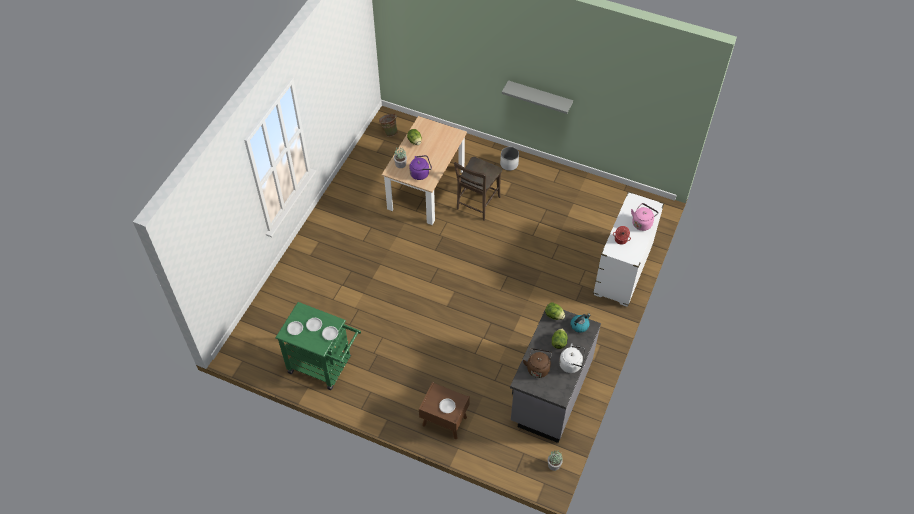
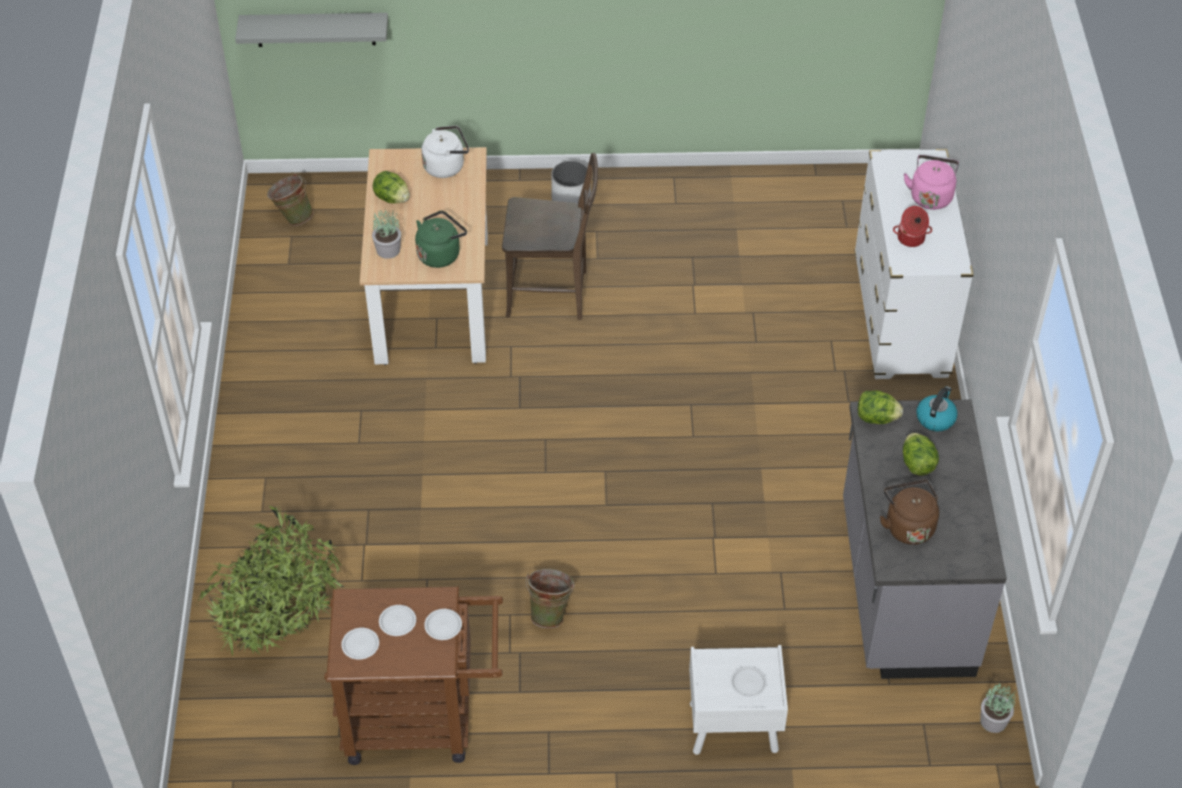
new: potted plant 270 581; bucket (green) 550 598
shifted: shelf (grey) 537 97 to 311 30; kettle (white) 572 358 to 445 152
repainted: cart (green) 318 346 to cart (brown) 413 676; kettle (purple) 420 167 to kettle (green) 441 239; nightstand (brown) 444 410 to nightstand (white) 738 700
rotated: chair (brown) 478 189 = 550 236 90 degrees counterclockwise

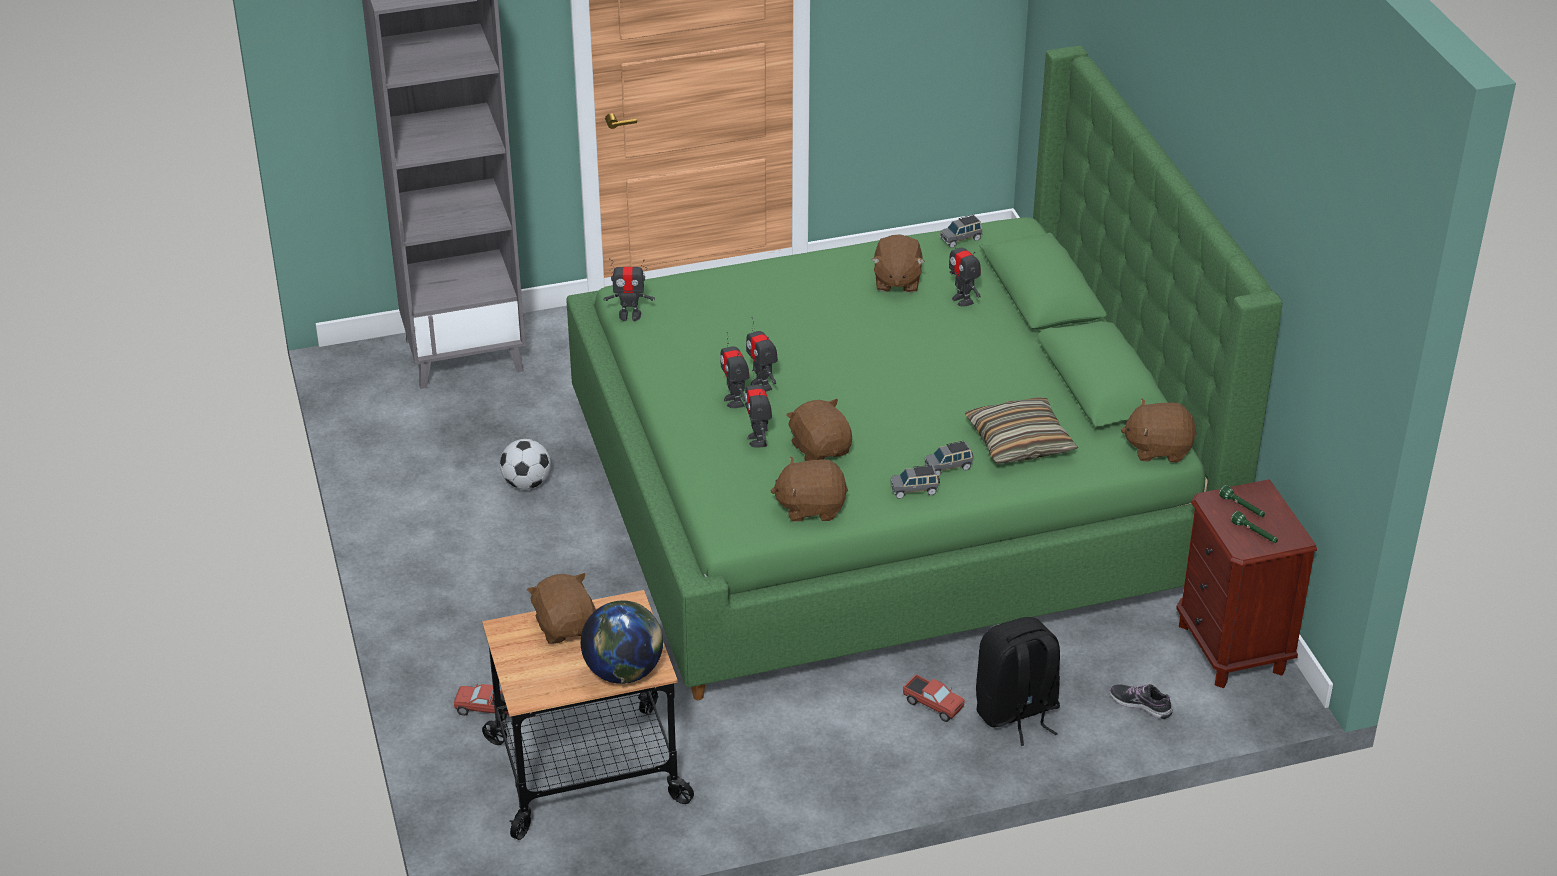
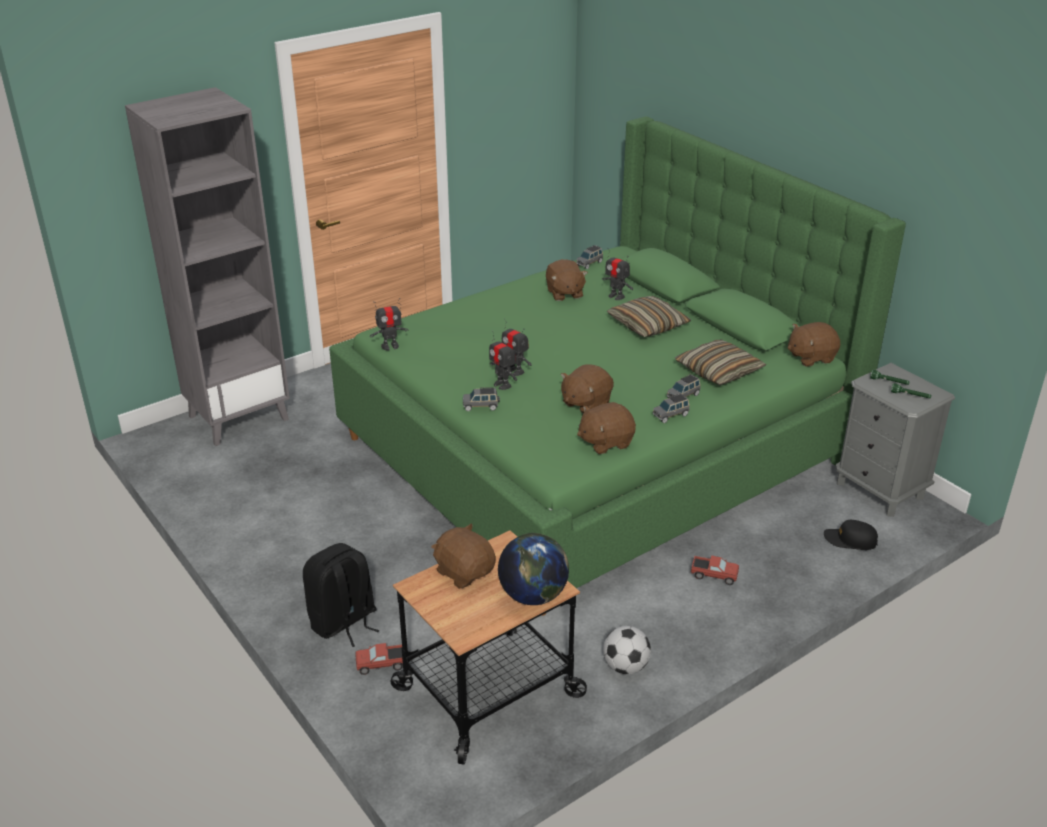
gone: toy robot 758 408
new: toy car (grey) 481 399; pillow 649 316
shifted: football 525 464 to 627 650; backpack (black) 1018 681 to 341 595
swapped: shoe 1141 701 to cap (black) 851 535
repainted: nightstand (brown) 1246 583 to nightstand (grey) 895 440
rotated: plush toy (brown) 819 430 = 587 389 90 degrees counterclockwise

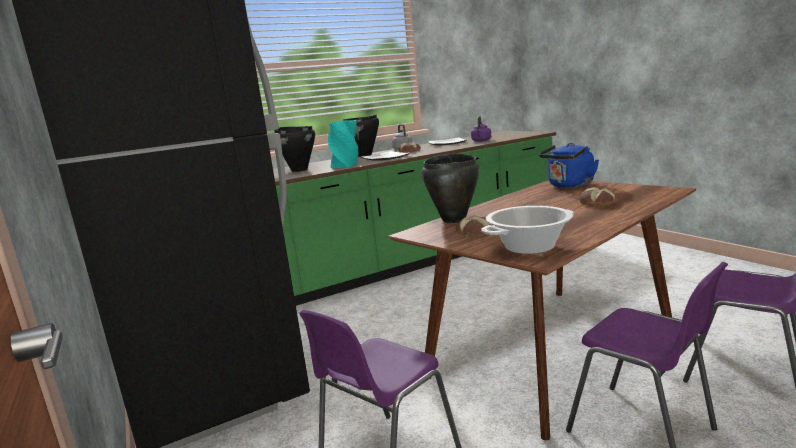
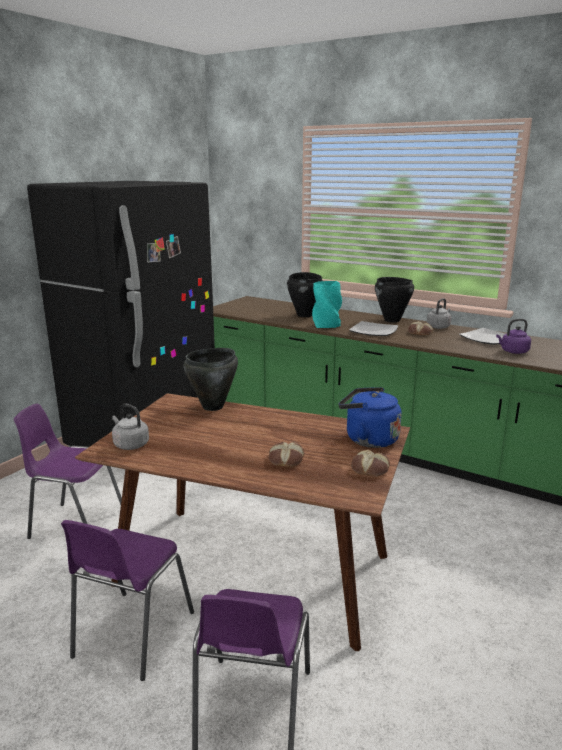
shifted: bread 474 227 to 370 463
swapped: cooking pot 527 230 to kettle (grey) 130 426

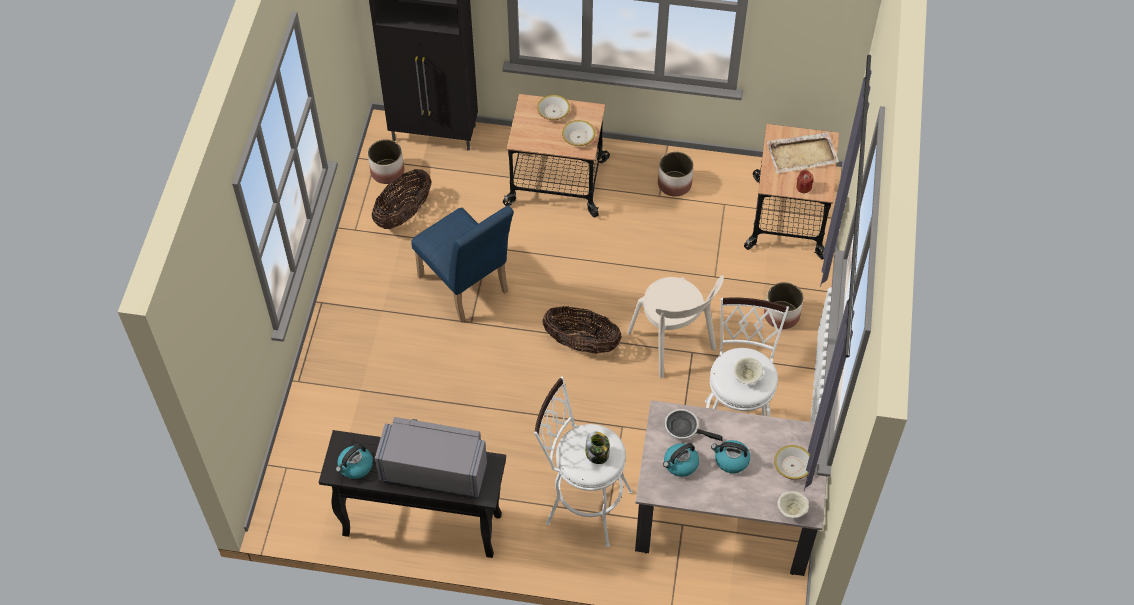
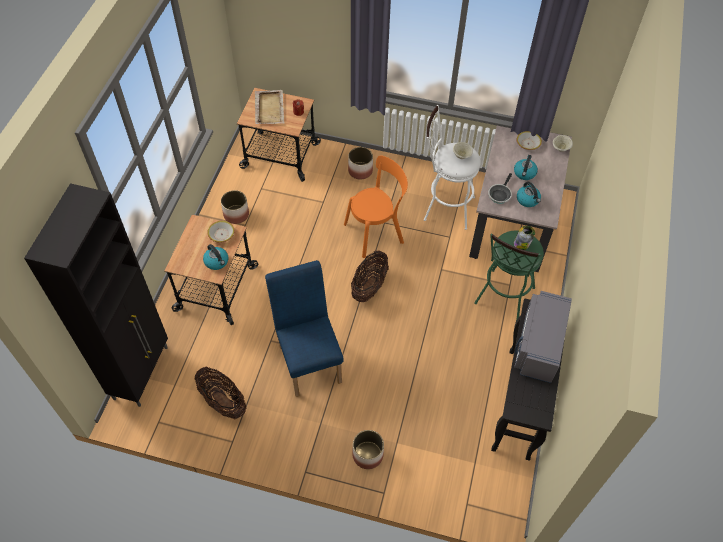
gone: bowl 553 107
shifted: kettle 354 461 to 215 257; planter 386 161 to 368 449
repainted: stool (white) 583 461 to stool (green) 509 275; chair (beige) 675 326 to chair (orange) 376 206
rotated: chair (blue) 462 264 = 304 328 75 degrees counterclockwise

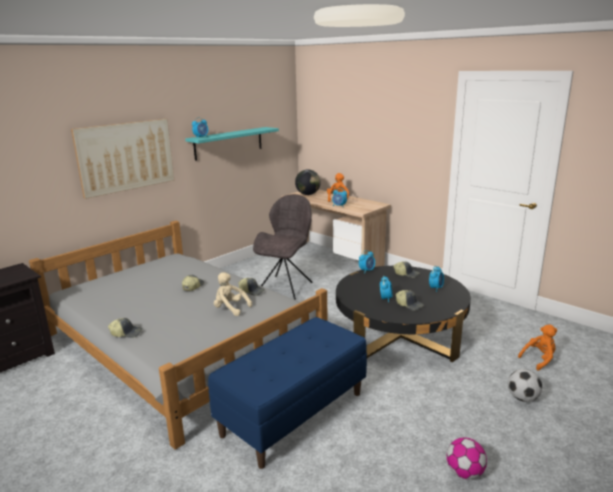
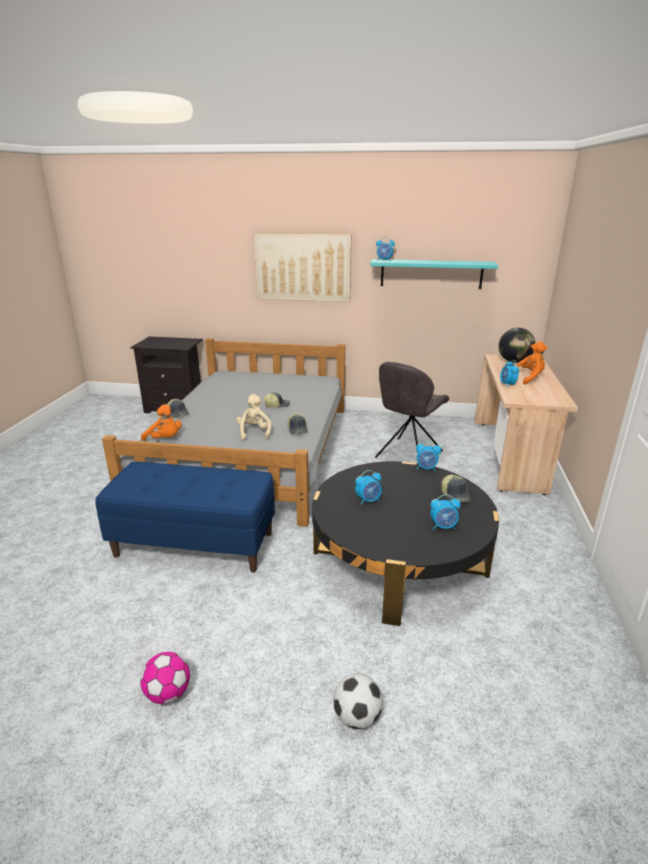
gone: cap 410 300
shifted: plush toy (orange) 537 347 to 161 422
rotated: chair (grey) 282 247 = 412 410 135 degrees clockwise

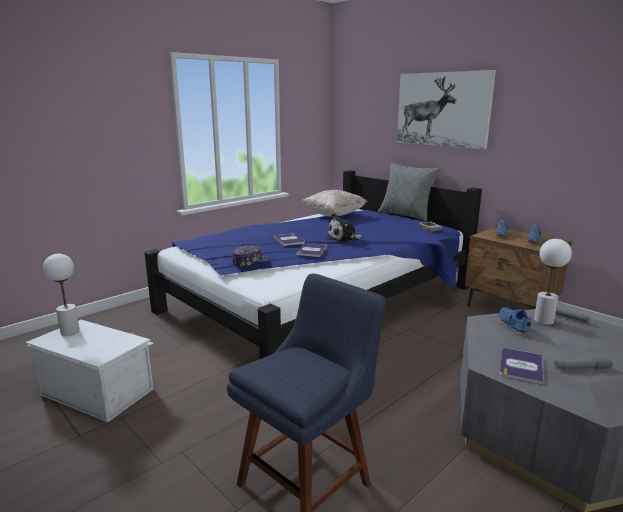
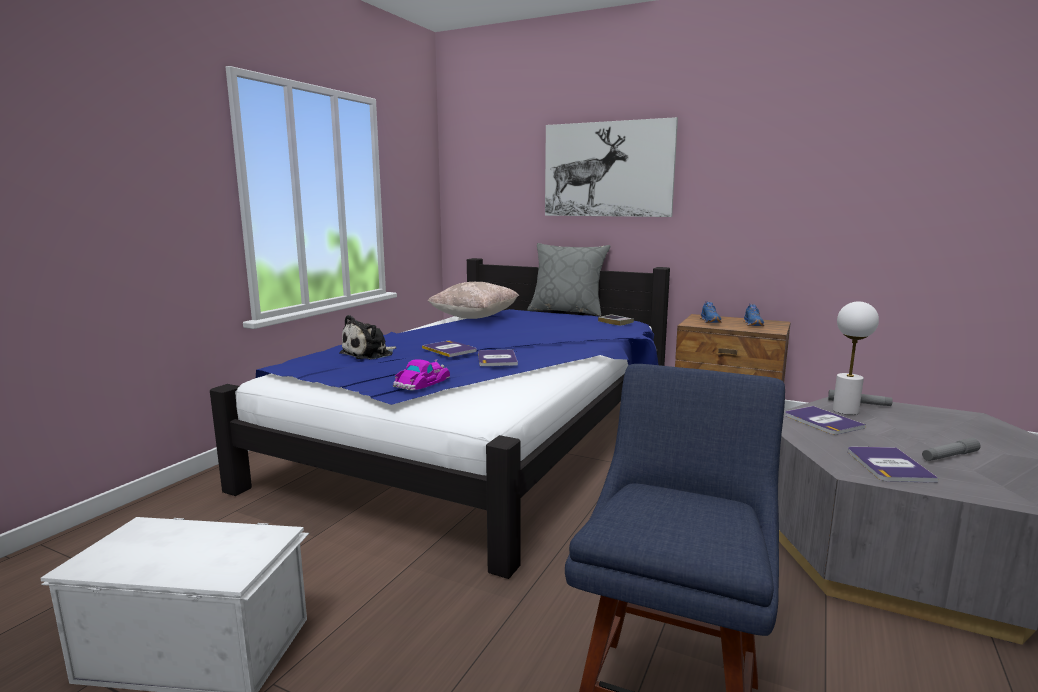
gone: table lamp (white) 61 295
shifted: plush toy 345 228 to 367 337
swapped: cap 250 256 to toy car 421 375; shoe (blue) 515 321 to book 825 420

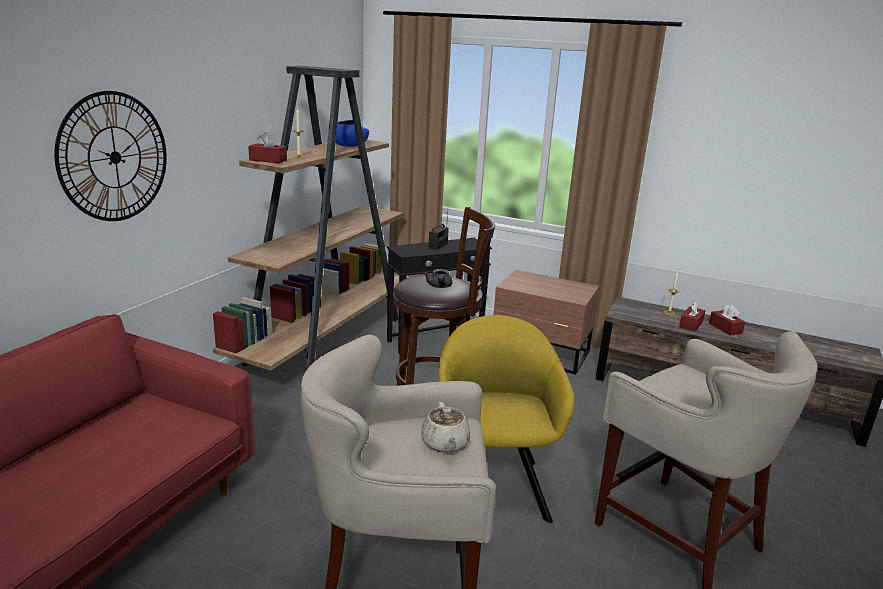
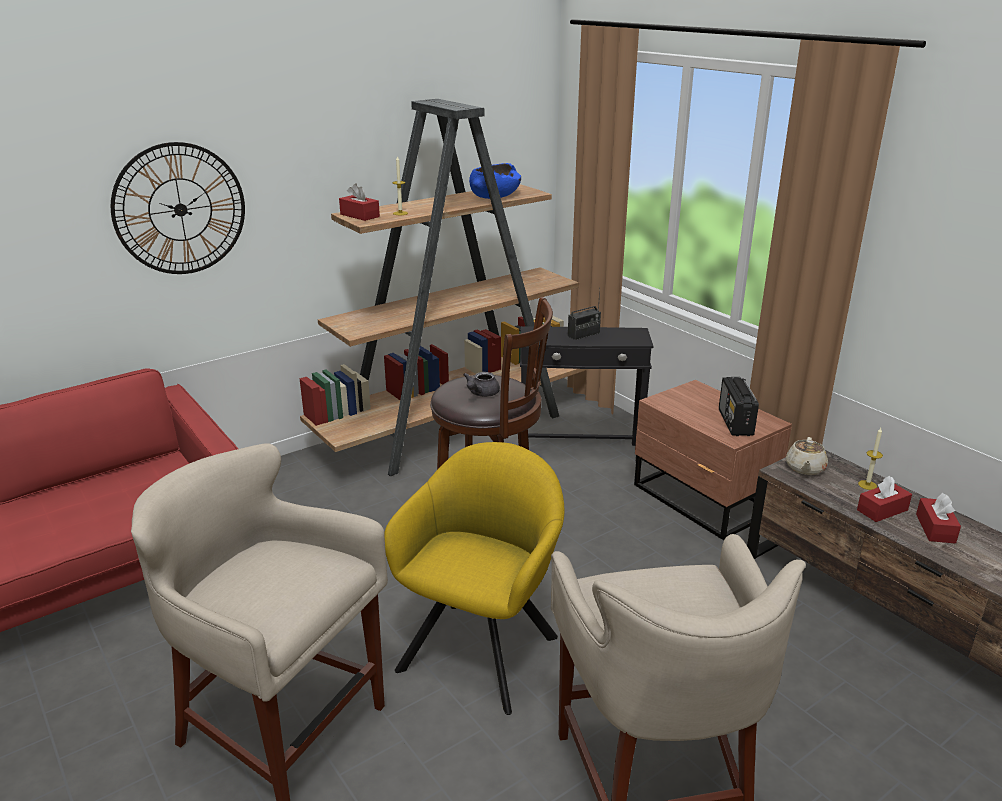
new: radio 739 406
shifted: teapot (beige) 445 427 to 807 456

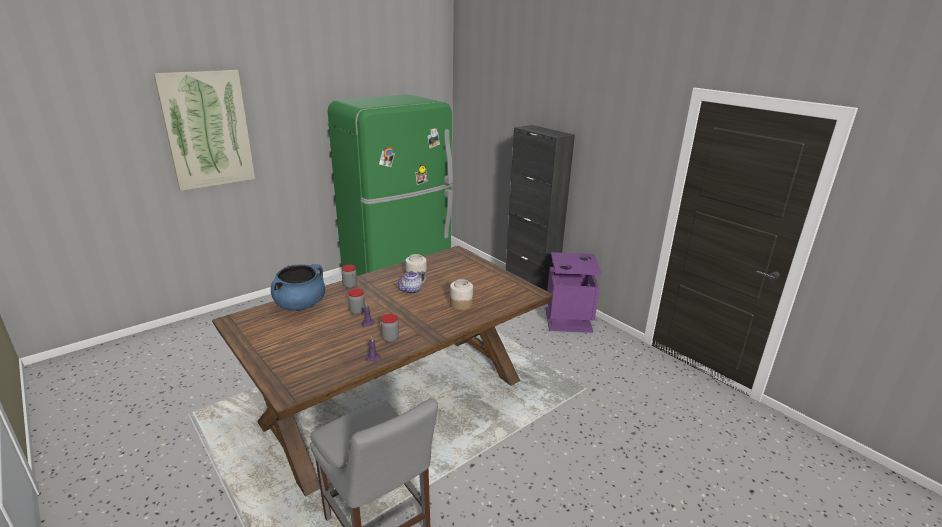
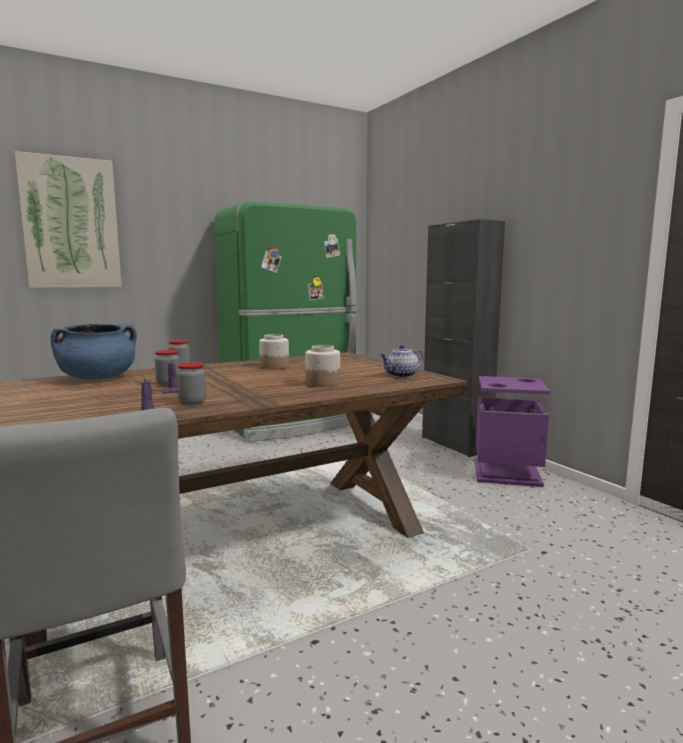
shifted: teapot 411 282 to 401 361

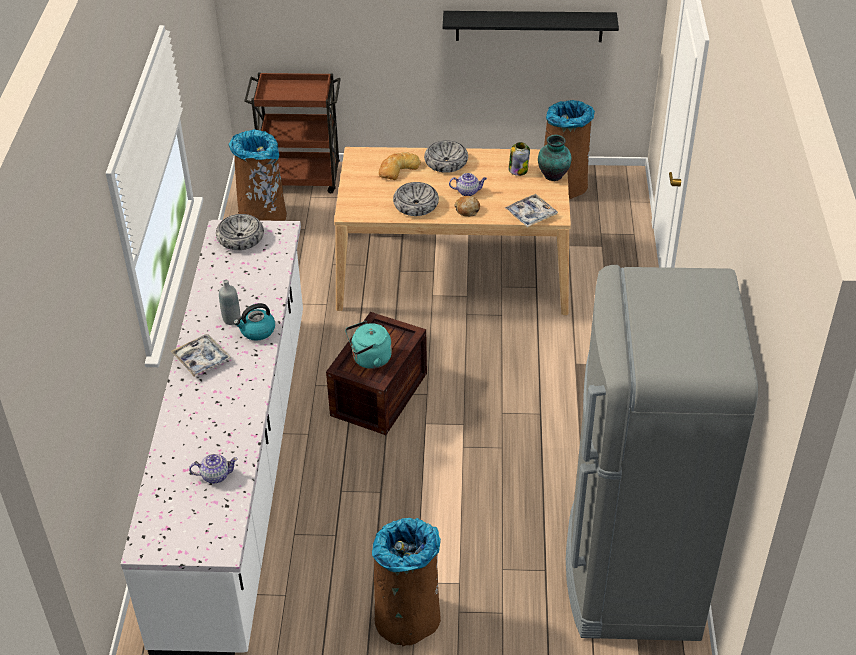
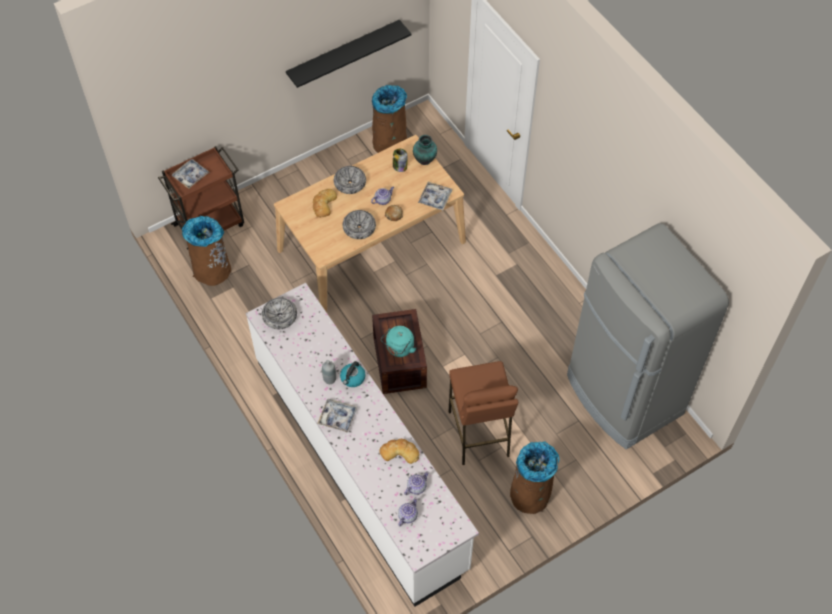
new: tray 190 174; bread 399 451; teapot 408 511; stool (brown) 483 413

